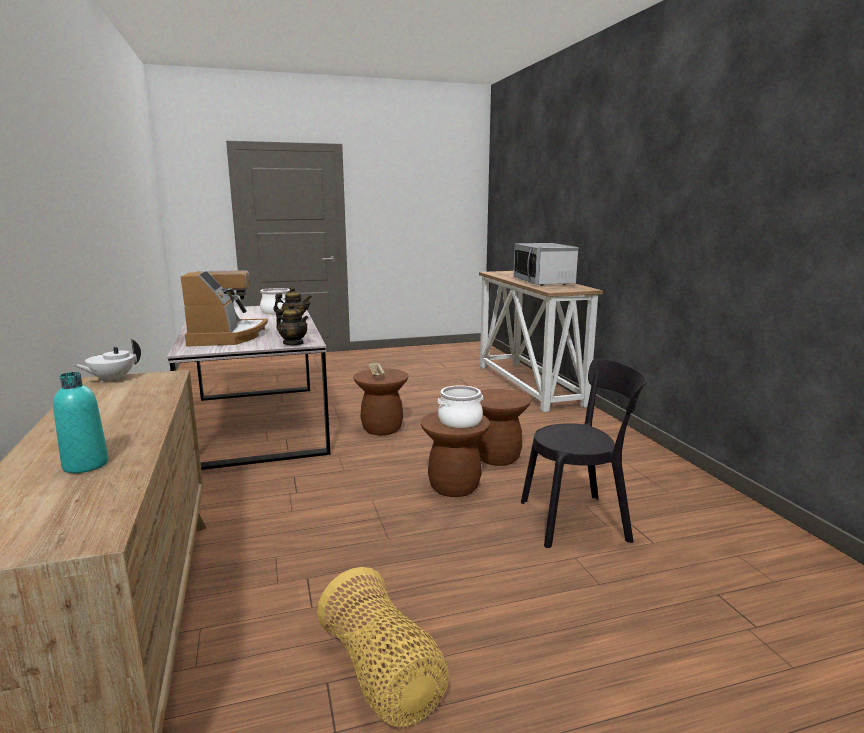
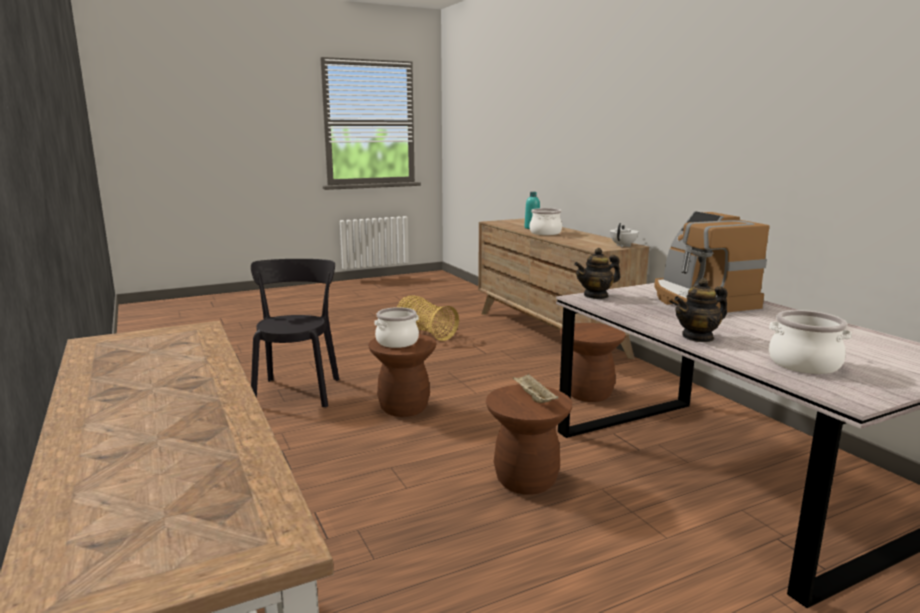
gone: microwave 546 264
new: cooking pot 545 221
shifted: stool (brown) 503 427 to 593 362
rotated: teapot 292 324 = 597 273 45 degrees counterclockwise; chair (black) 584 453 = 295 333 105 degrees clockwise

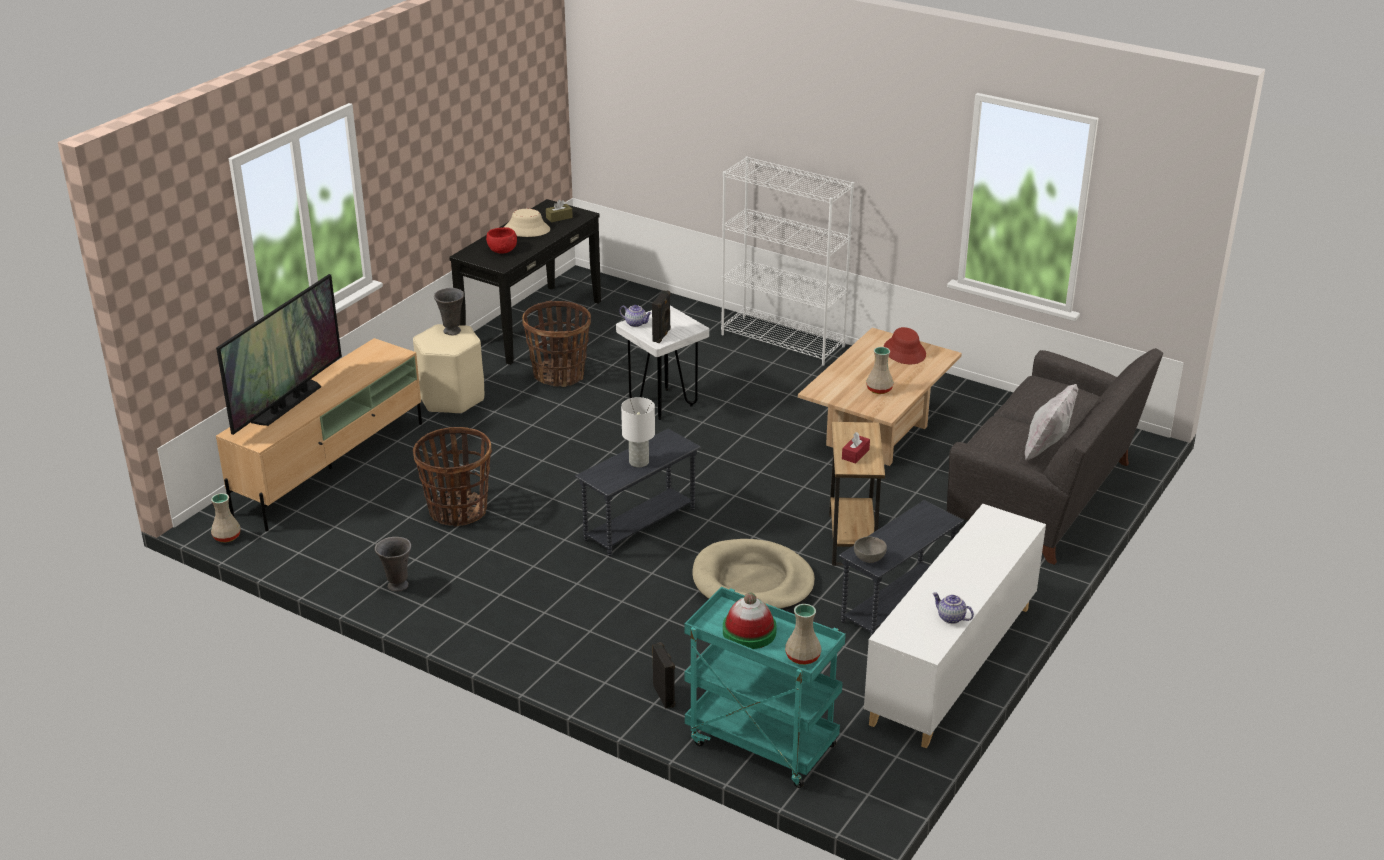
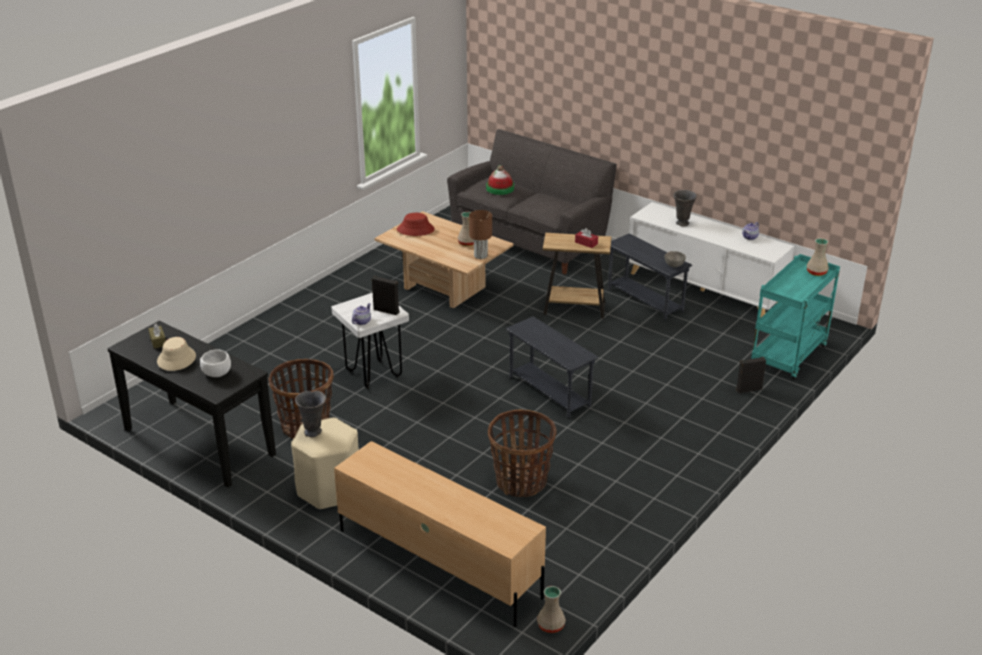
gone: television 279 354; table lamp (white) 638 432; dog bed (beige) 754 574; bookcase (white) 787 261; pillow (white) 1051 422
new: table lamp (brown) 480 234
shifted: vase (grey) 393 564 to 685 208; hat 750 620 to 500 180
repainted: bowl (red) 501 240 to bowl (white) 215 363

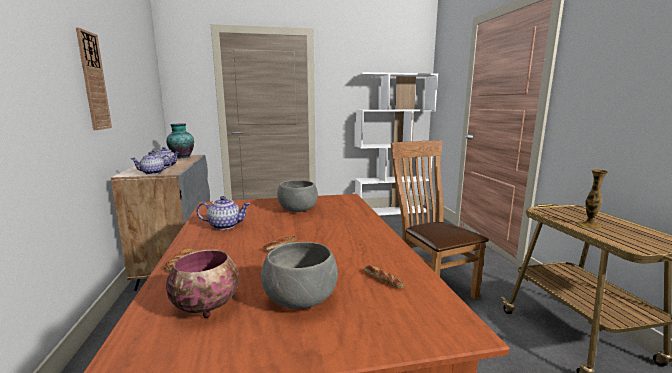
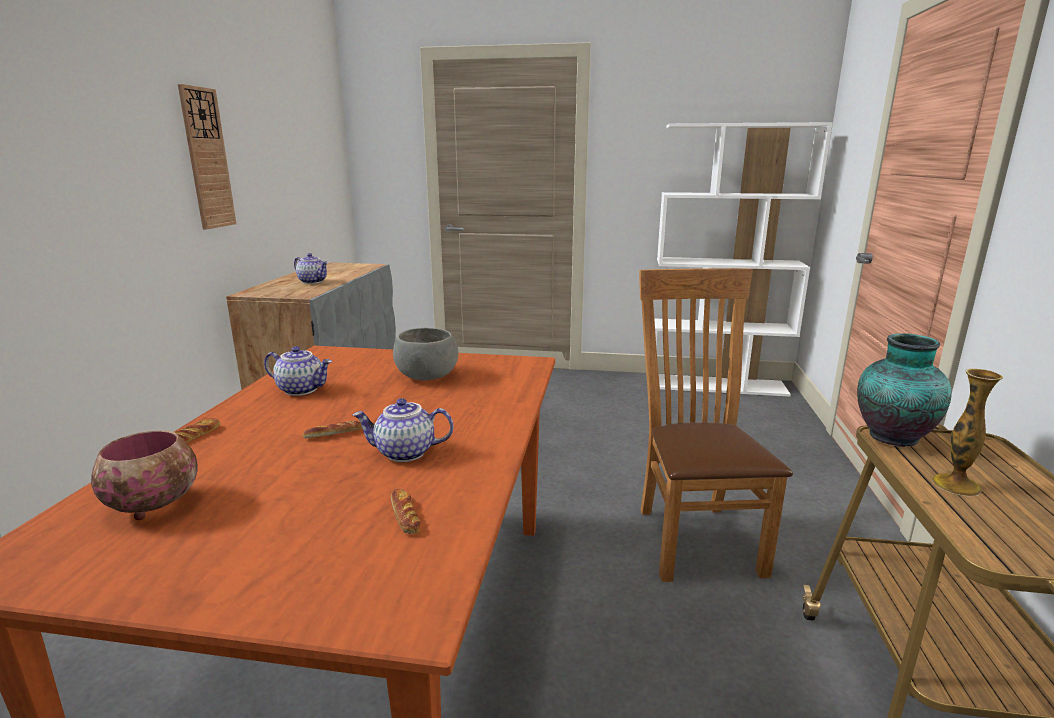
gone: bowl (grey) 299 275
shifted: teapot 151 163 to 402 430; vase 180 140 to 904 390

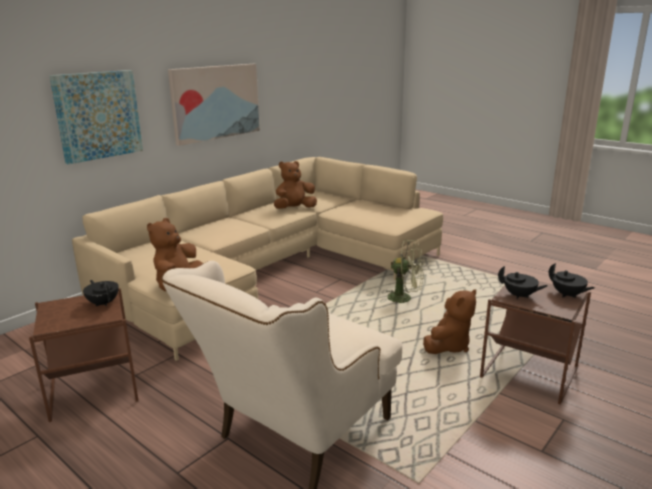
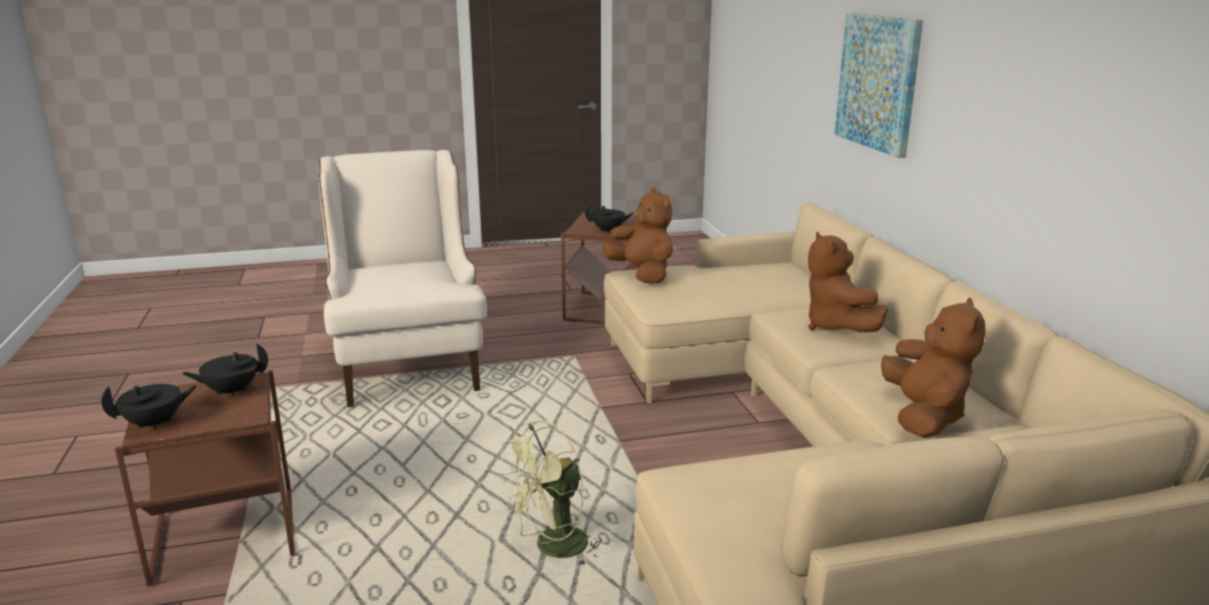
gone: picture 214 105
shifted: plush toy (brown) 449 321 to 848 282
rotated: teapot (black) 572 280 = 149 407 150 degrees clockwise

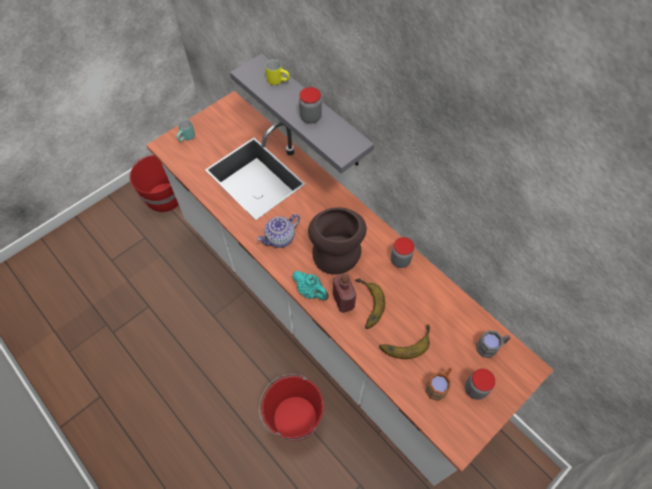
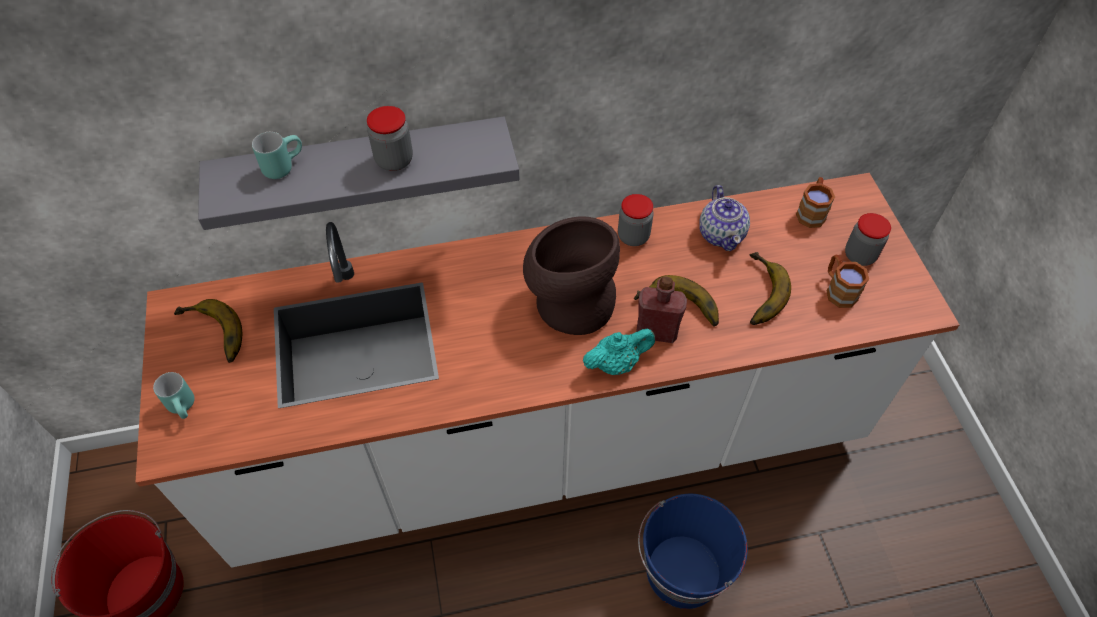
new: banana 208 331
shifted: teapot 278 231 to 724 218
repainted: bucket (red) 291 407 to bucket (blue) 693 551; mug (yellow) 277 72 to mug (turquoise) 277 155; mug (grey) 493 344 to mug (brown) 815 202

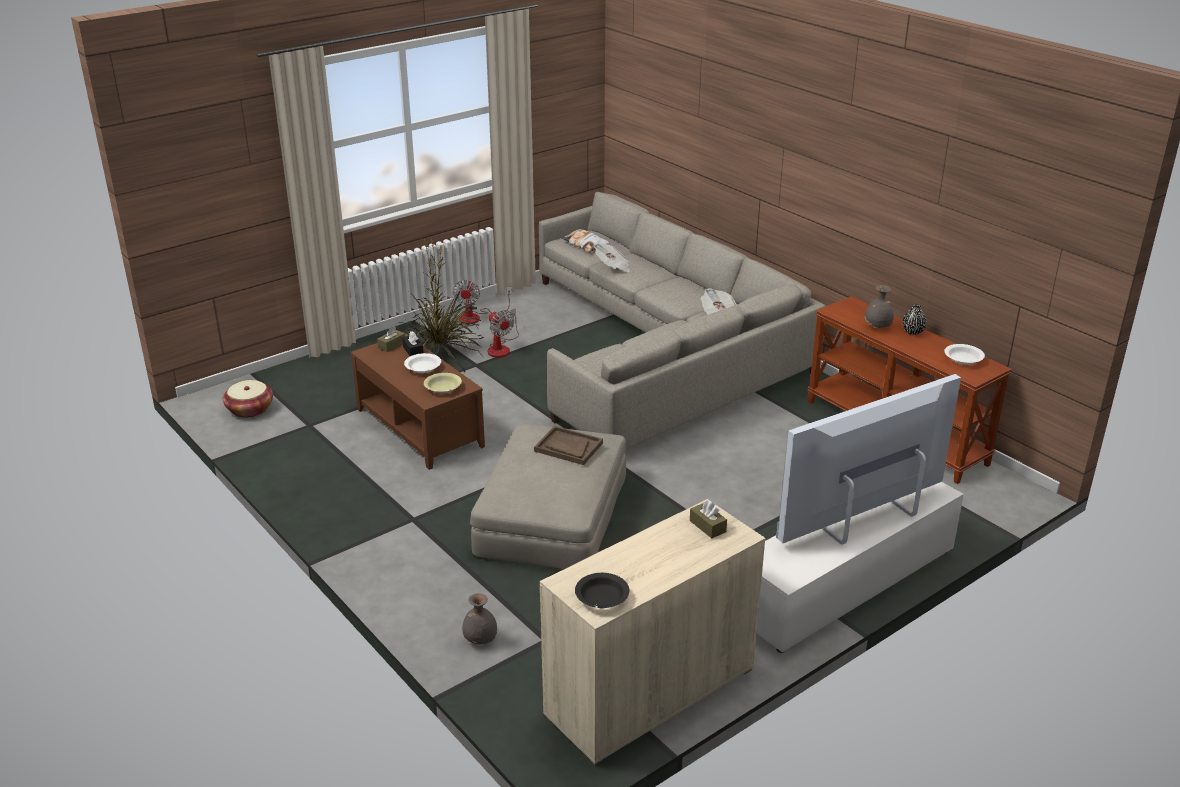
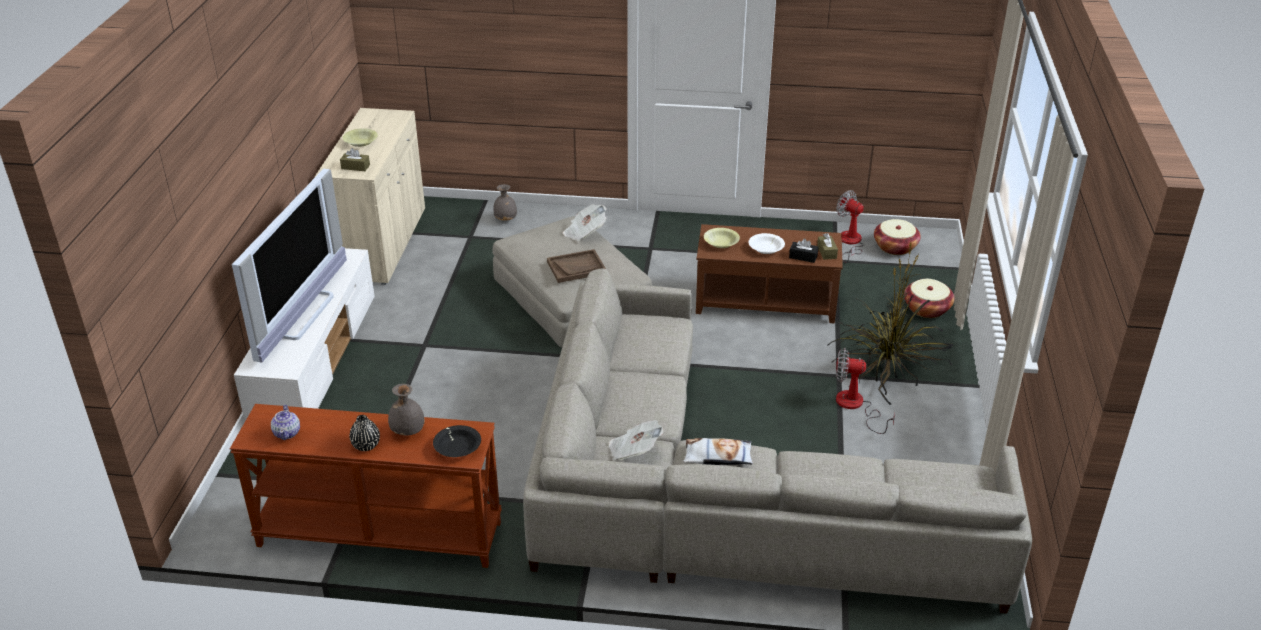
new: bowl (yellow) 360 137; basket 929 298
shifted: fan 482 301 to 850 226; pillow 585 240 to 718 451; bowl (black) 602 590 to 457 441; newspaper 612 258 to 585 222
swapped: bowl (white) 964 354 to teapot 285 422

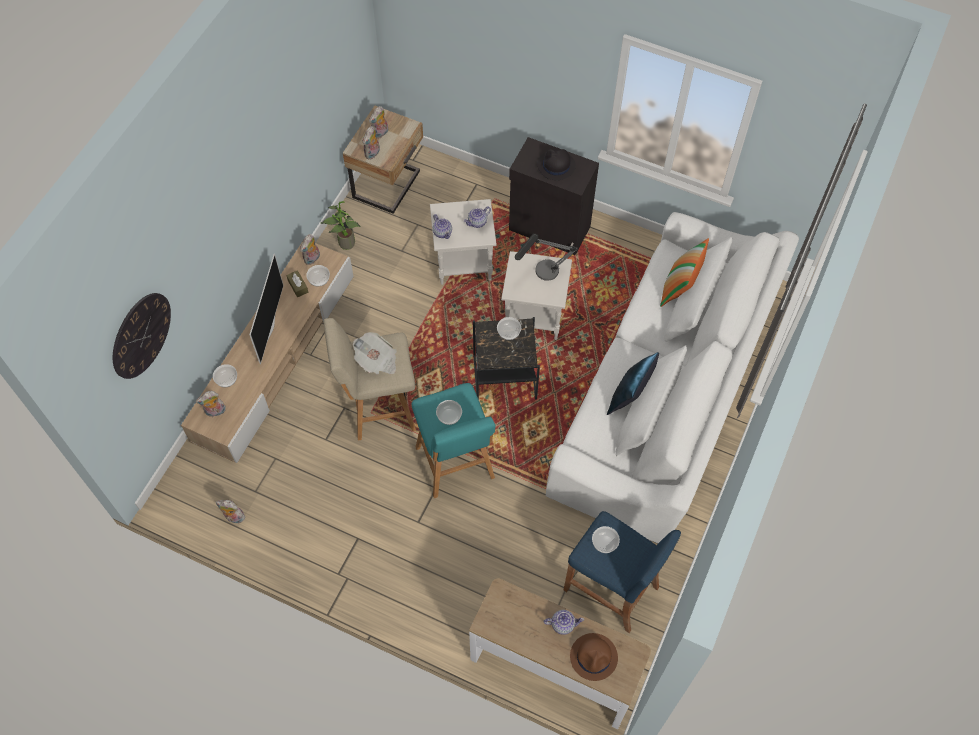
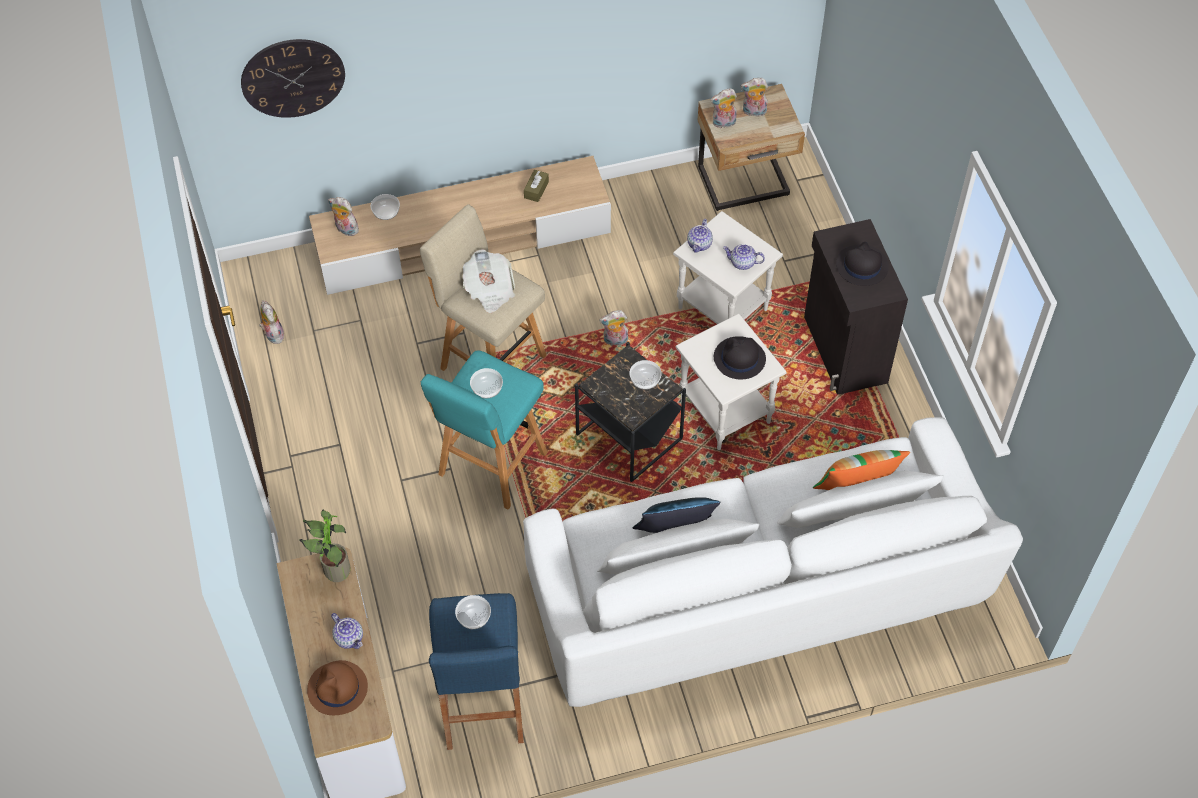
gone: television 267 309; bowl 318 276
shifted: plush toy 310 249 to 613 328; potted plant 341 225 to 325 545
swapped: table lamp 546 257 to hat (black) 740 357

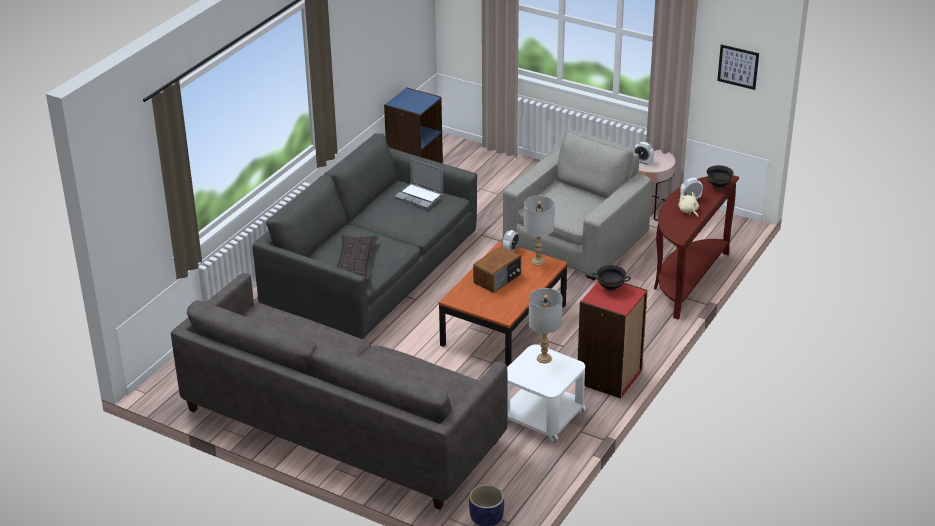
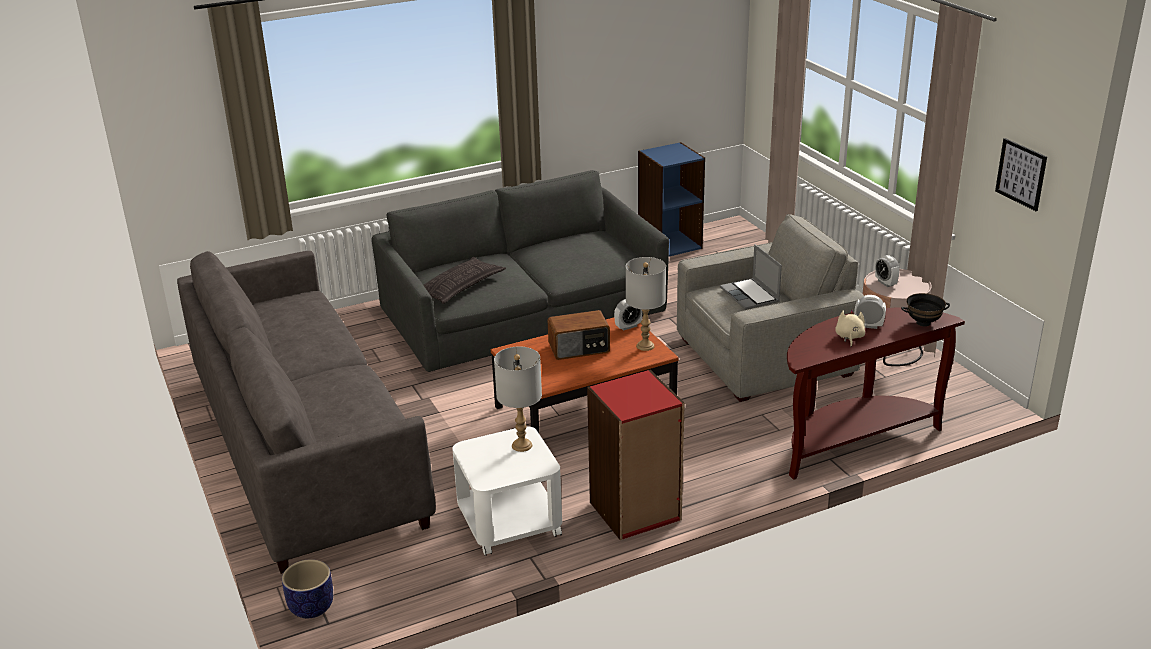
gone: bowl (black) 611 278
shifted: laptop 418 183 to 751 277

